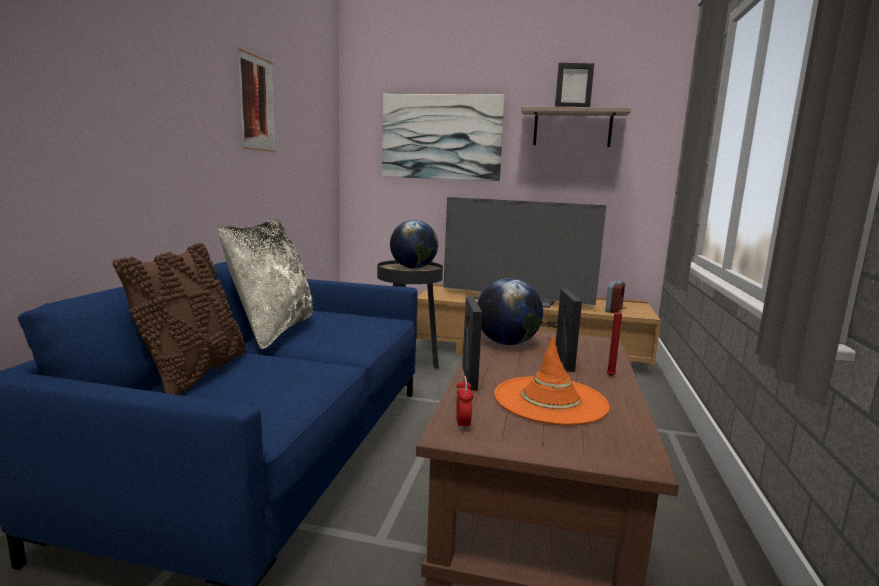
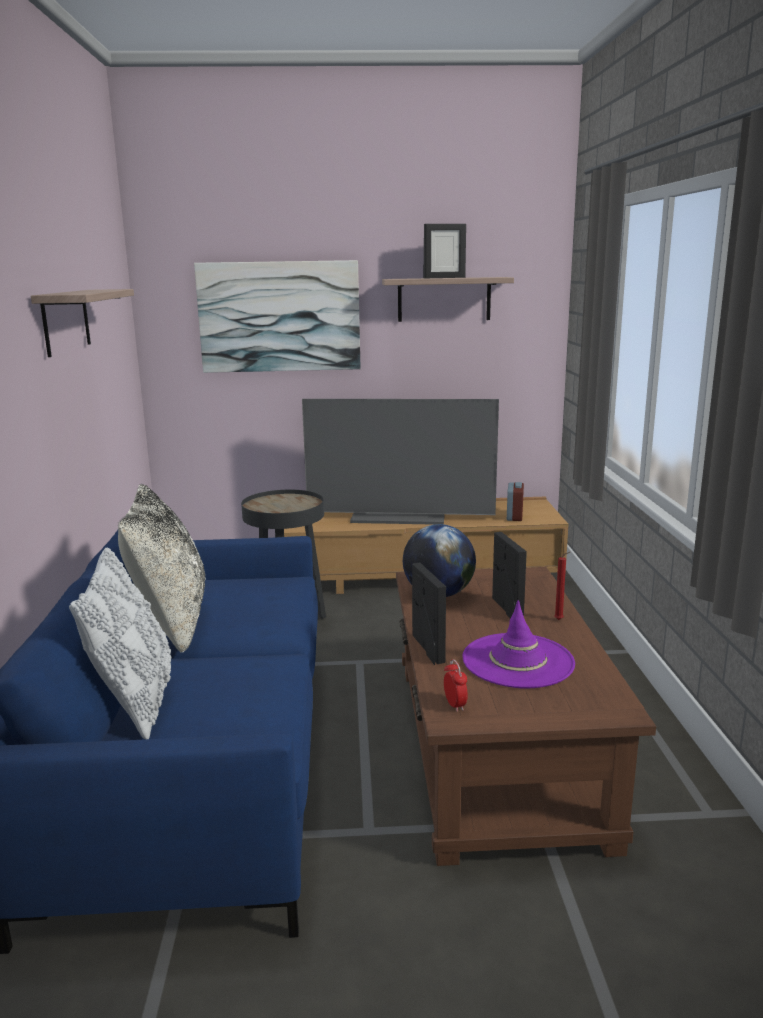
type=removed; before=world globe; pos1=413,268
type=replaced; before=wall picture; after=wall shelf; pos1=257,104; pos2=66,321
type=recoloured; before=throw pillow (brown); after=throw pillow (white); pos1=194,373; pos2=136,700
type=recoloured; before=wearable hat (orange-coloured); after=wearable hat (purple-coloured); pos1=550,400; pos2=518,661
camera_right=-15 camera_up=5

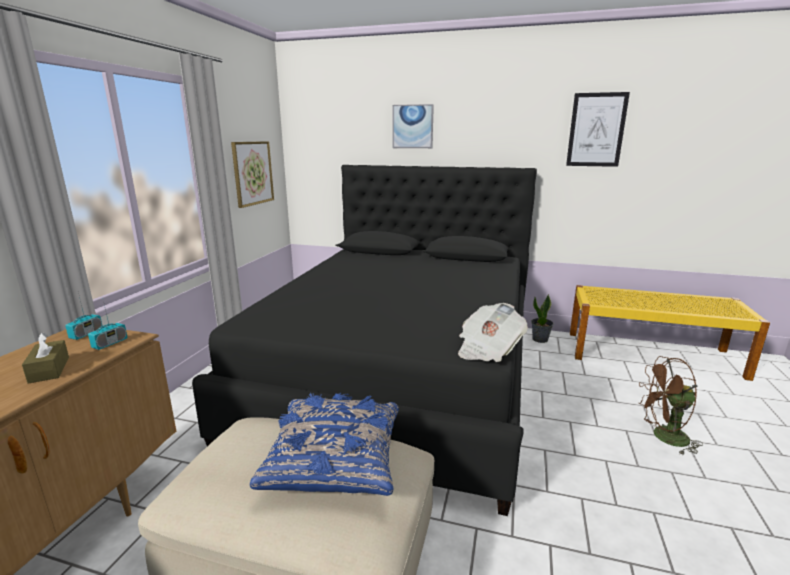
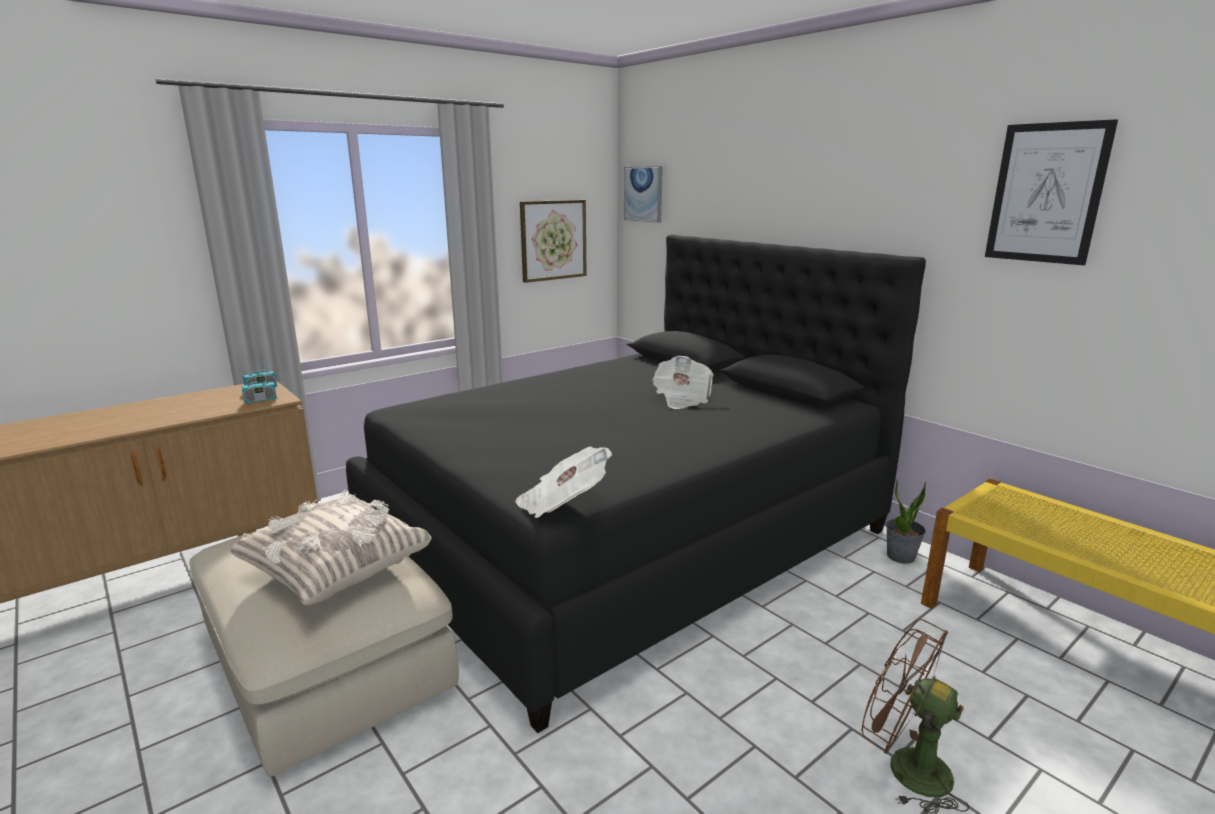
type=removed; before=box of tissues (brown); pos1=49,369
type=added; after=daily paper; pos2=681,399
type=moved; before=wall picture; pos1=412,126; pos2=643,194
type=recoloured; before=throw pillow (blue-coloured); after=throw pillow (beige); pos1=334,464; pos2=337,570
camera_right=35 camera_up=0

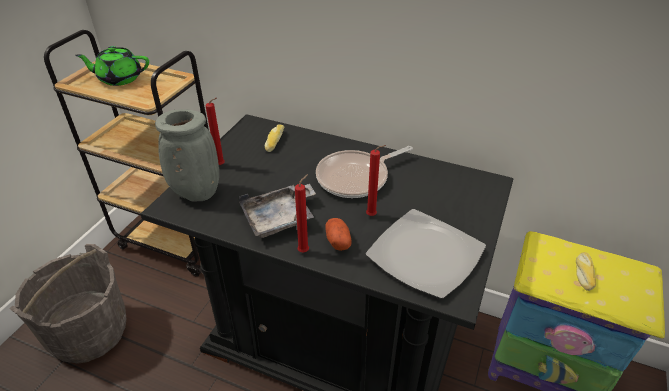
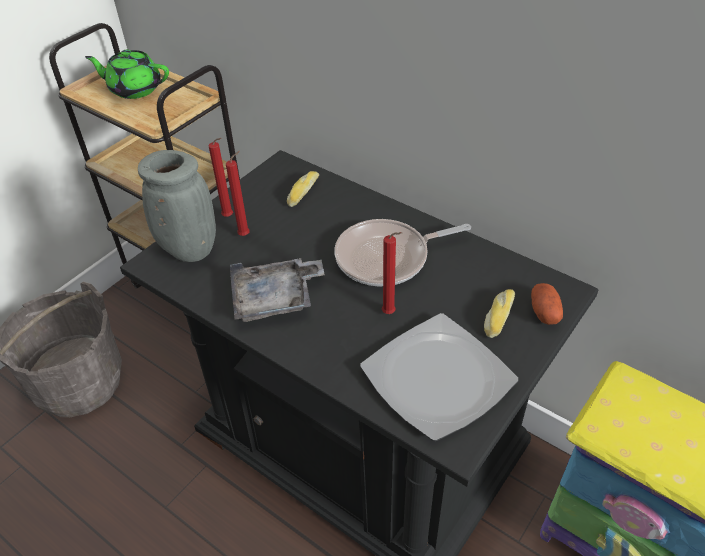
type=moved; before=wax light (reddish); pos1=305,250; pos2=246,235
type=moved; before=potato; pos1=337,241; pos2=544,311
type=moved; before=baked bread; pos1=583,273; pos2=498,316
camera_right=15 camera_up=5

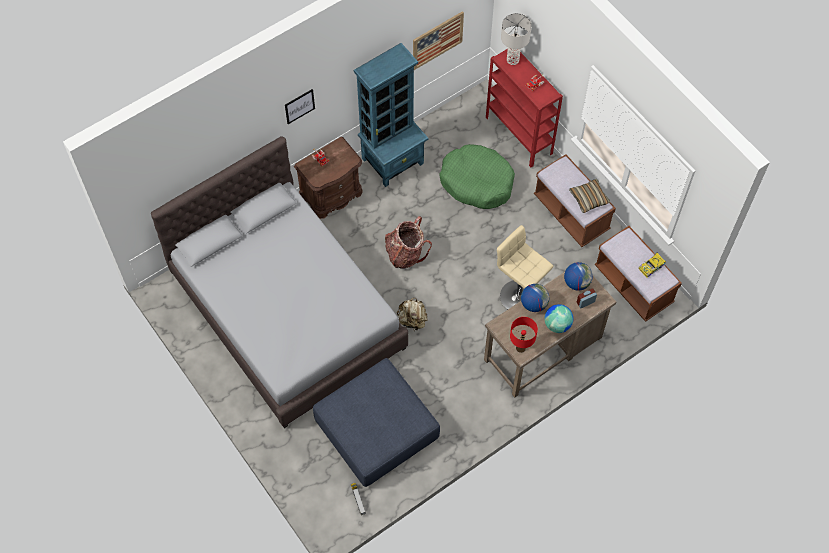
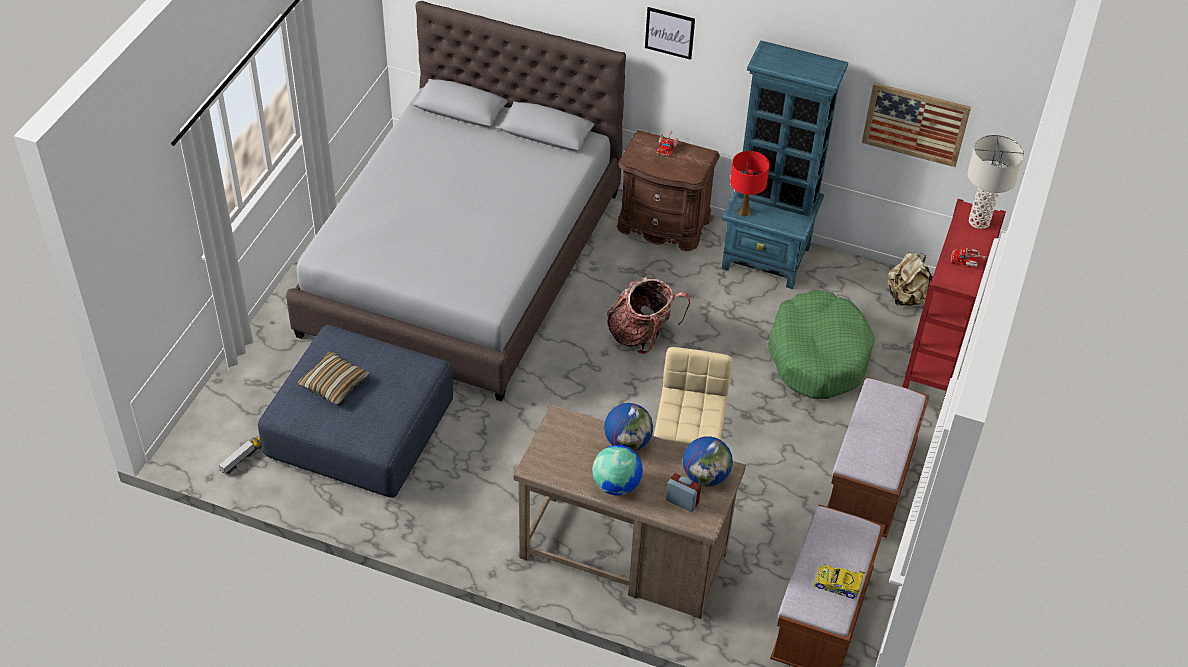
type=moved; before=knapsack (beige); pos1=412,320; pos2=906,297
type=moved; before=tabletop lamp (reddish); pos1=520,348; pos2=744,211
type=moved; before=throw pillow; pos1=589,198; pos2=334,384
camera_right=55 camera_up=-15

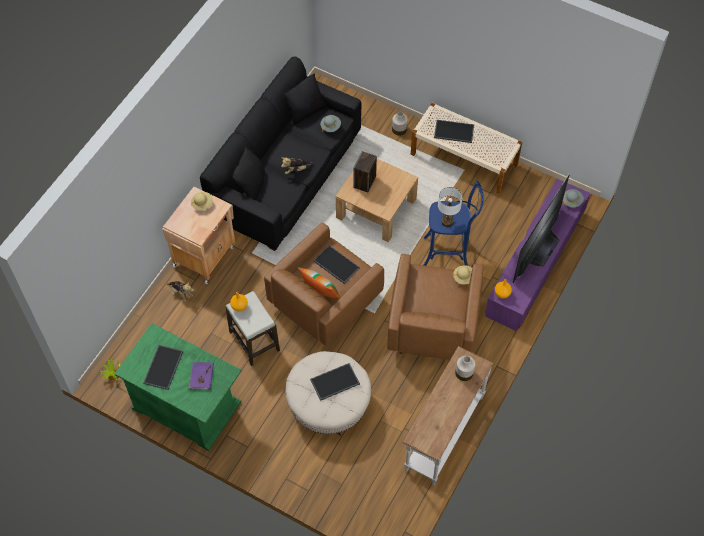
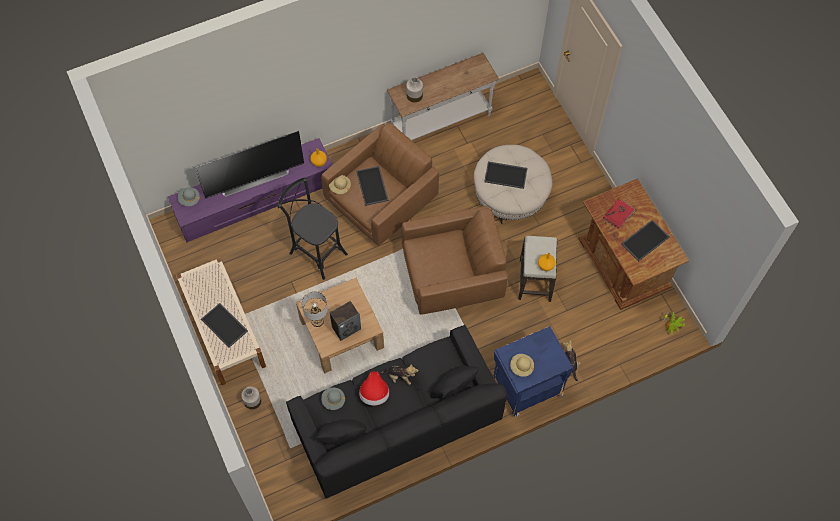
type=removed; before=throw pillow; pos1=320,292
type=added; after=wearable hat; pos2=374,394
type=moved; before=serving tray; pos1=335,264; pos2=373,186
type=moved; before=tabletop lamp; pos1=447,221; pos2=317,321
type=recoloured; before=storage cabinet (green-coloured); after=storage cabinet (brown); pos1=186,404; pos2=623,263
type=recoloured; before=wheeled cart (brown); after=wheeled cart (blue-coloured); pos1=205,255; pos2=526,387
type=recoloured; before=book (purple-coloured); after=book (reddish); pos1=201,376; pos2=618,214
type=recoloured; before=sitting stool (blue-coloured); after=sitting stool (black-coloured); pos1=449,253; pos2=316,251
camera_right=-145 camera_up=5

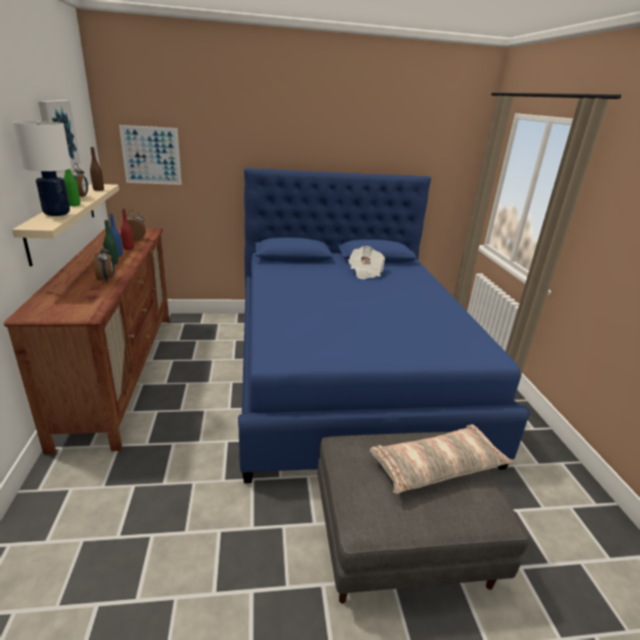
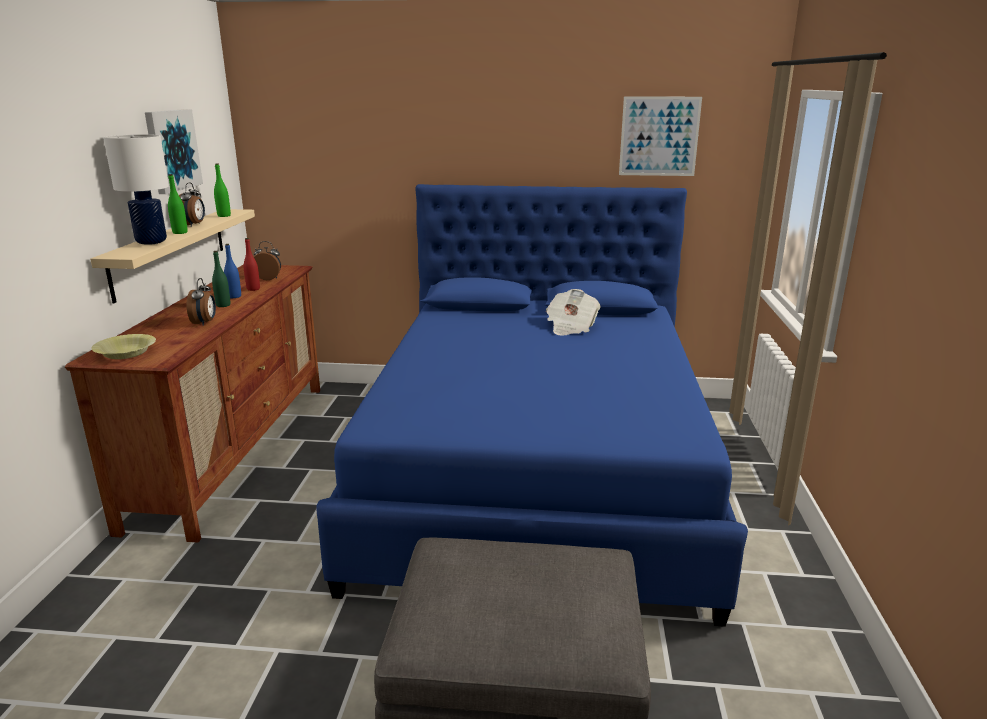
type=removed; before=throw pillow; pos1=437,467
type=added; after=bowl (yellowish); pos2=126,354
type=moved; before=wall picture; pos1=151,155; pos2=659,136
type=recoloured; before=bottle (brown); after=bottle (green-coloured); pos1=98,190; pos2=224,216
camera_right=15 camera_up=-5

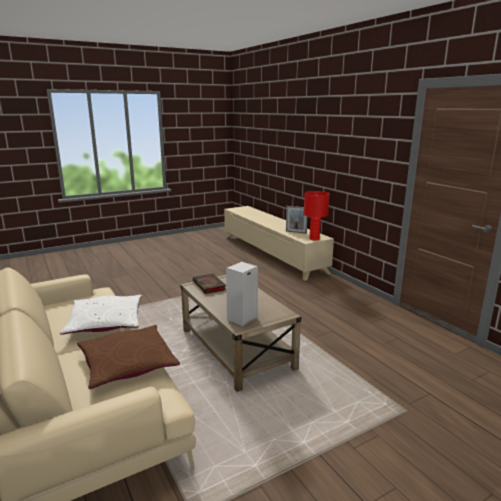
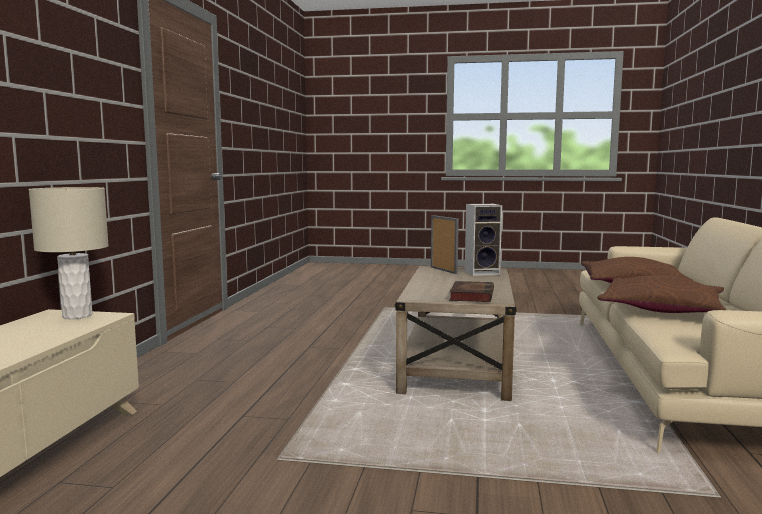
type=moved; before=photo frame; pos1=296,232; pos2=443,270
type=recoloured; before=throw pillow (white); after=throw pillow (brown); pos1=105,322; pos2=661,310
type=recoloured; before=tabletop lamp (reddish); after=tabletop lamp (beige); pos1=314,239; pos2=77,316
camera_right=-140 camera_up=-10

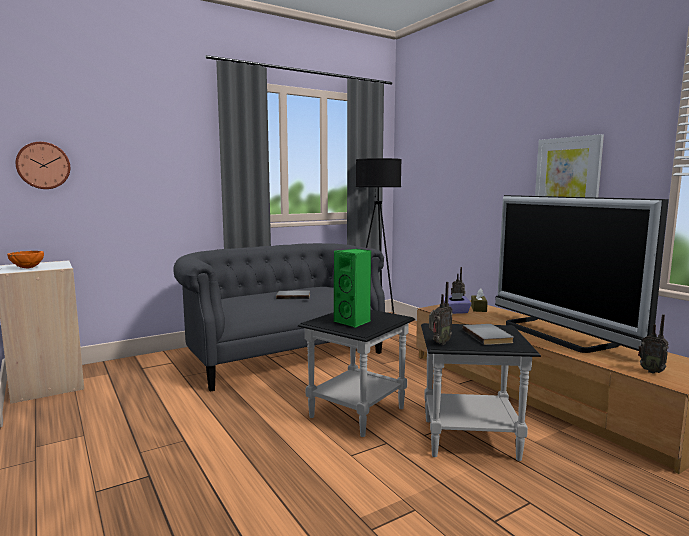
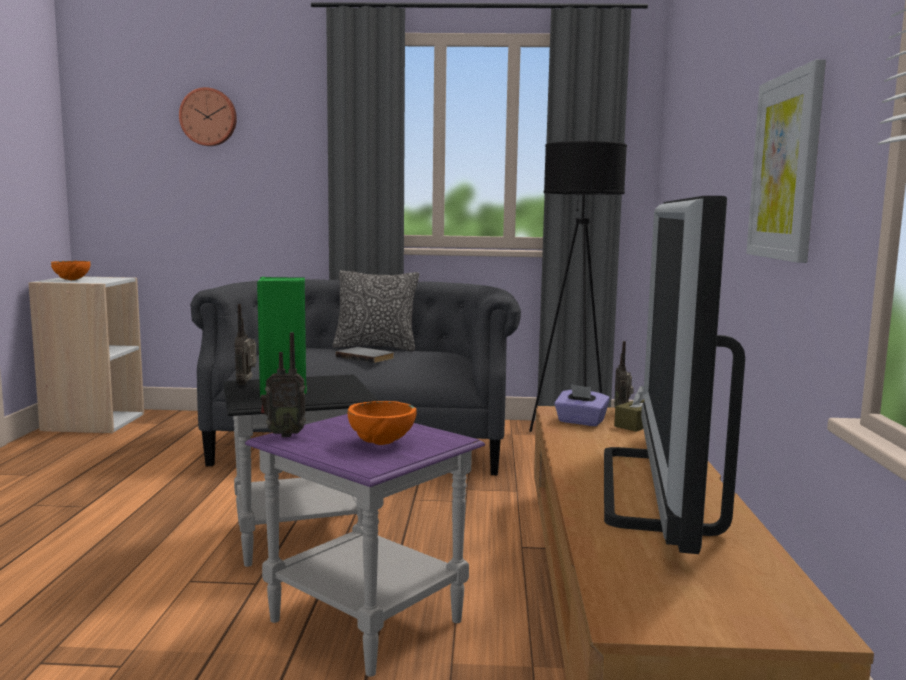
type=added; after=throw pillow; pos2=376,347
type=moved; before=hanging clock; pos1=43,165; pos2=209,117
type=moved; before=radio receiver; pos1=651,371; pos2=247,384
type=replaced; before=book (grey); after=bowl (orange-coloured); pos1=489,336; pos2=382,443
type=recoloured; before=side table (black-coloured); after=side table (purple-coloured); pos1=471,439; pos2=367,621
camera_right=35 camera_up=0

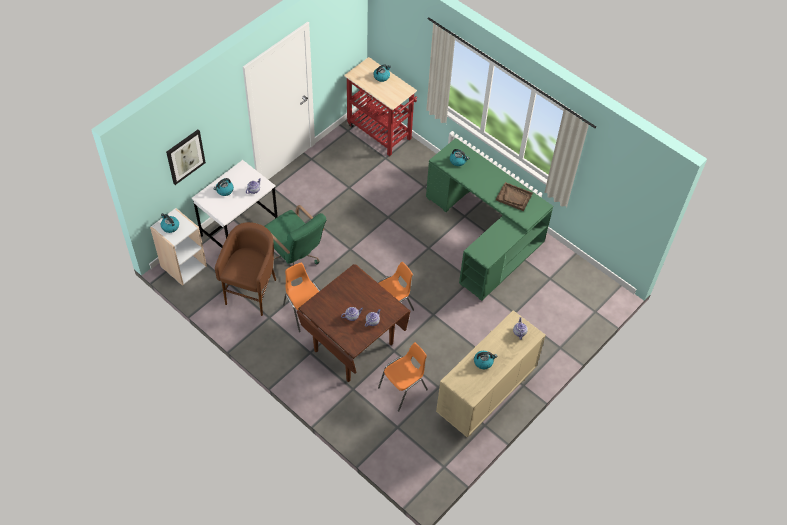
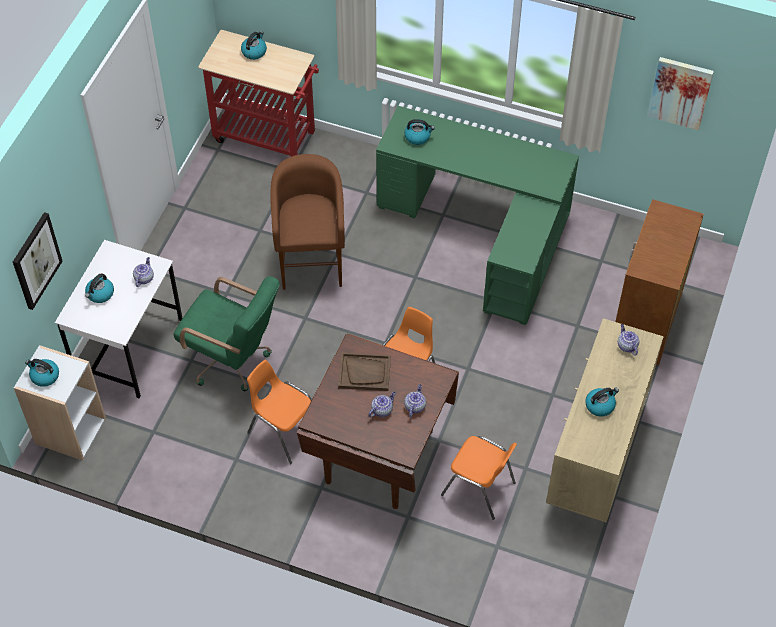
type=added; after=storage cabinet (brown); pos2=646,320
type=added; after=wall picture; pos2=680,92
type=moved; before=sitting stool (brown); pos1=252,292; pos2=311,261
type=moved; before=serving tray (brown); pos1=514,197; pos2=364,372
type=turned; before=plain chair (orange-coloured); pos1=403,389; pos2=479,489; turn=90
camera_right=-20 camera_up=0

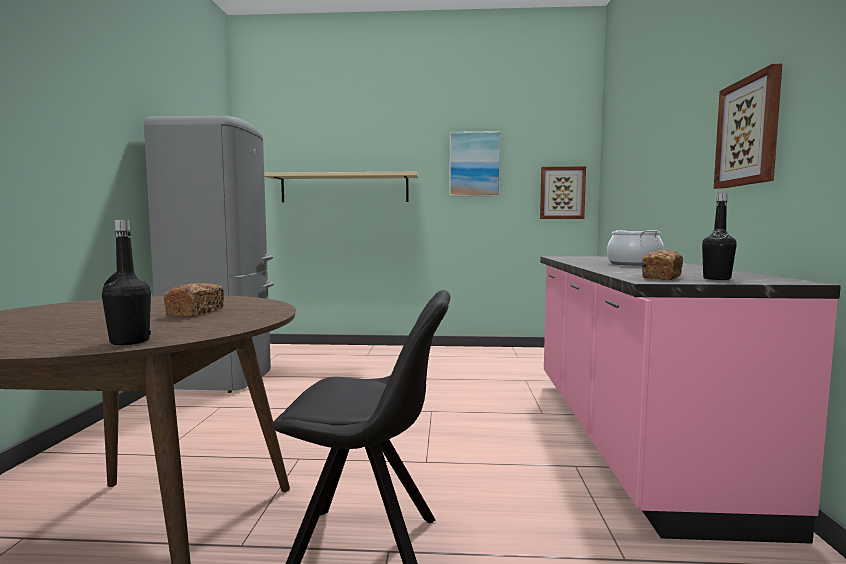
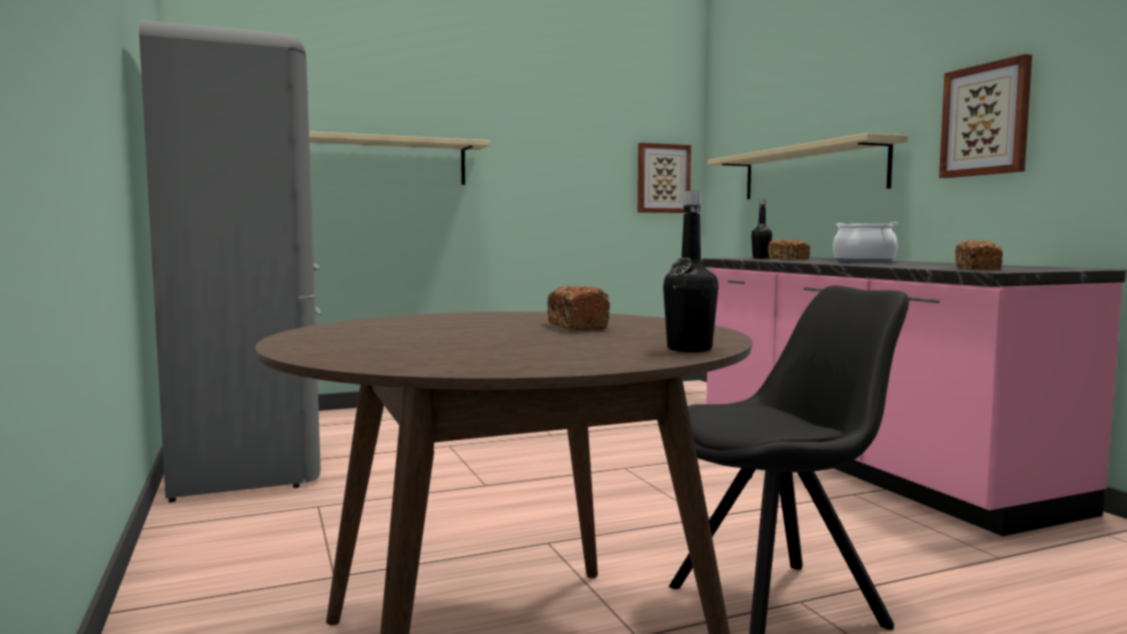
type=removed; before=wall picture; pos1=474,164
type=added; after=wall shelf (beige); pos2=811,172
type=added; after=baked bread; pos2=788,259
type=moved; before=bottle (black-coloured); pos1=716,279; pos2=761,258
camera_right=-25 camera_up=0

